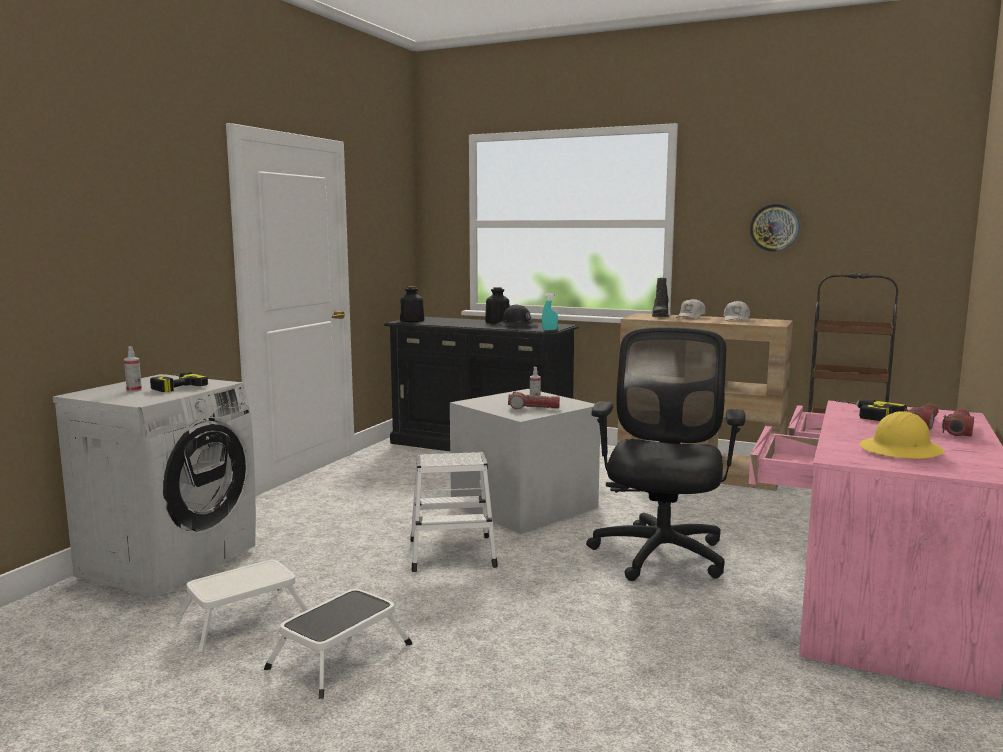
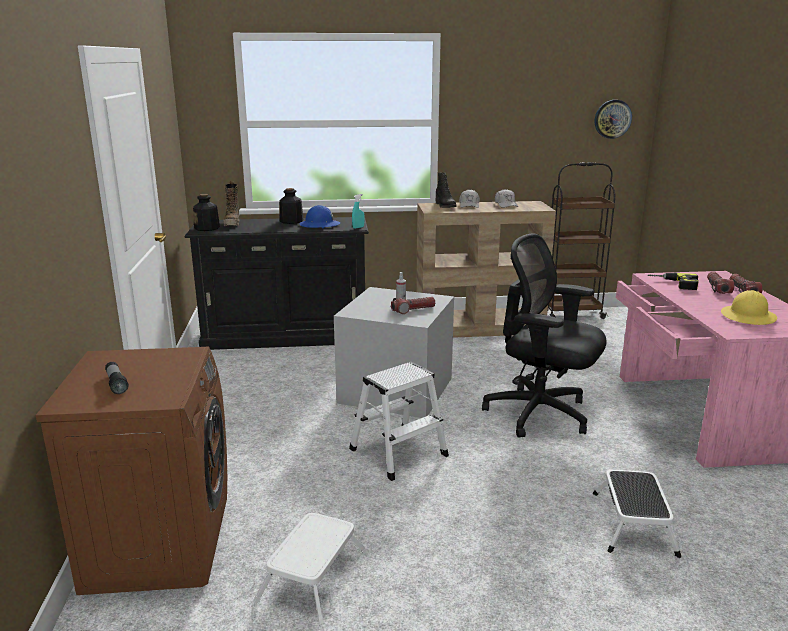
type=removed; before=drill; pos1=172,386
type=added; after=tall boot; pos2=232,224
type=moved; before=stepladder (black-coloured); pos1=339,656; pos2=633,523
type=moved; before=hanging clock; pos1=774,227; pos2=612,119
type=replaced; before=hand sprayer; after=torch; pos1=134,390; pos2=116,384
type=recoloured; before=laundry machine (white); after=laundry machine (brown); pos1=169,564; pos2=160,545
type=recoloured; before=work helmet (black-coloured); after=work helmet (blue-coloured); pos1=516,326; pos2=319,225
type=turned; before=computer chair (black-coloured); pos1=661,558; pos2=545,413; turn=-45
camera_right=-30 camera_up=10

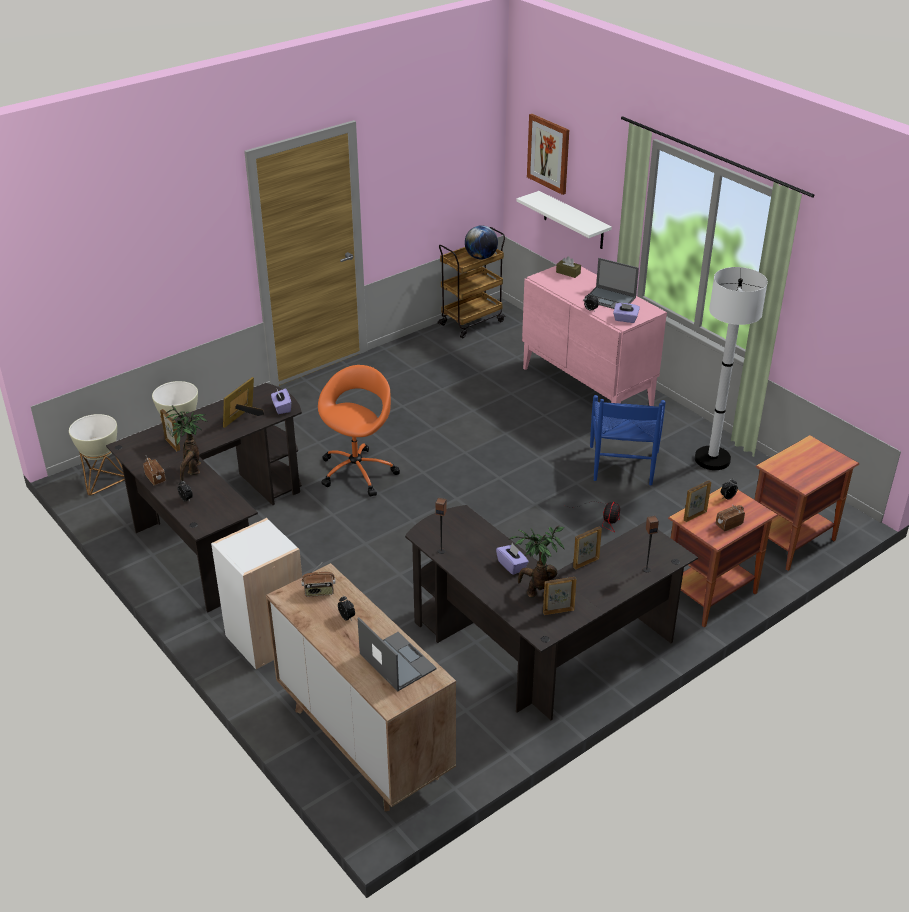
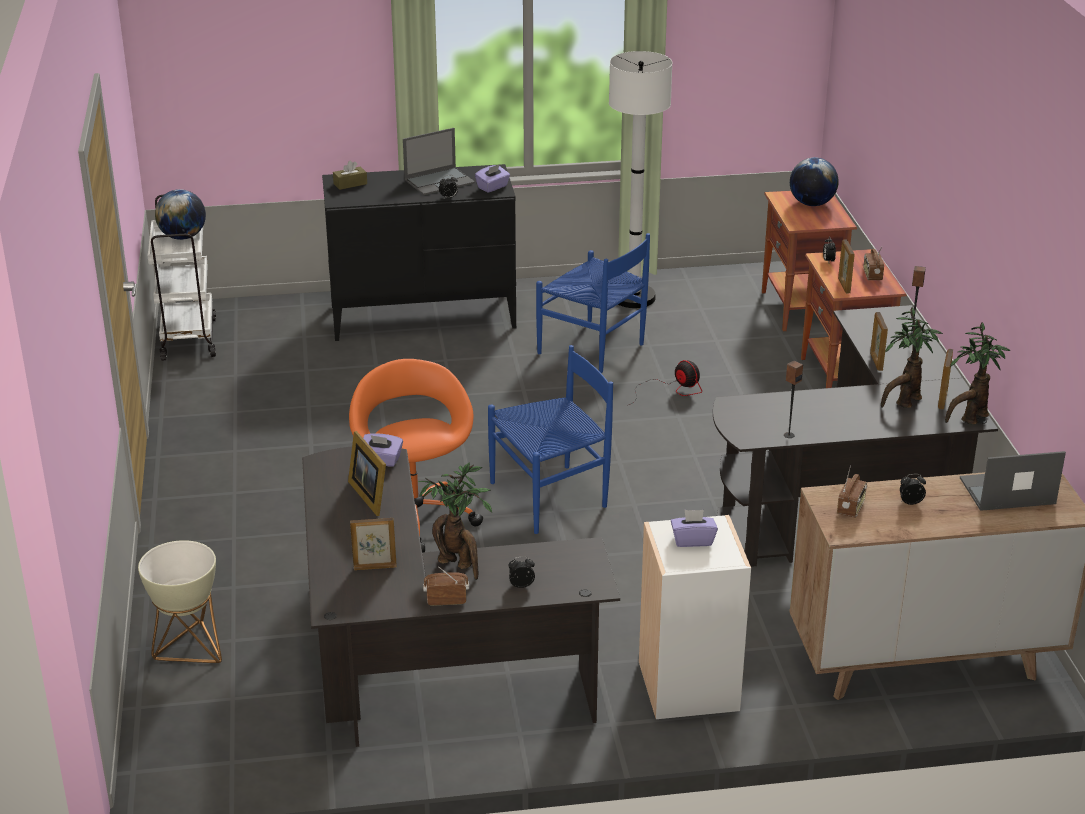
type=removed; before=flower pot; pos1=104,481
type=removed; before=wall shelf (white); pos1=573,220
type=removed; before=wall picture; pos1=548,153
type=added; after=plain chair (blue-coloured); pos2=551,497
type=added; after=world globe; pos2=812,204
type=added; after=plant in a pot; pos2=970,419
type=moved; before=box of tissues (purple-coloured); pos1=512,565; pos2=692,540
type=recoloured; before=wheeled cart (brown); after=wheeled cart (white); pos1=472,323; pos2=189,339
type=recoloured; before=storage cabinet (pink-coloured); after=storage cabinet (black-coloured); pos1=586,387; pos2=423,317
camera_right=-60 camera_up=-5

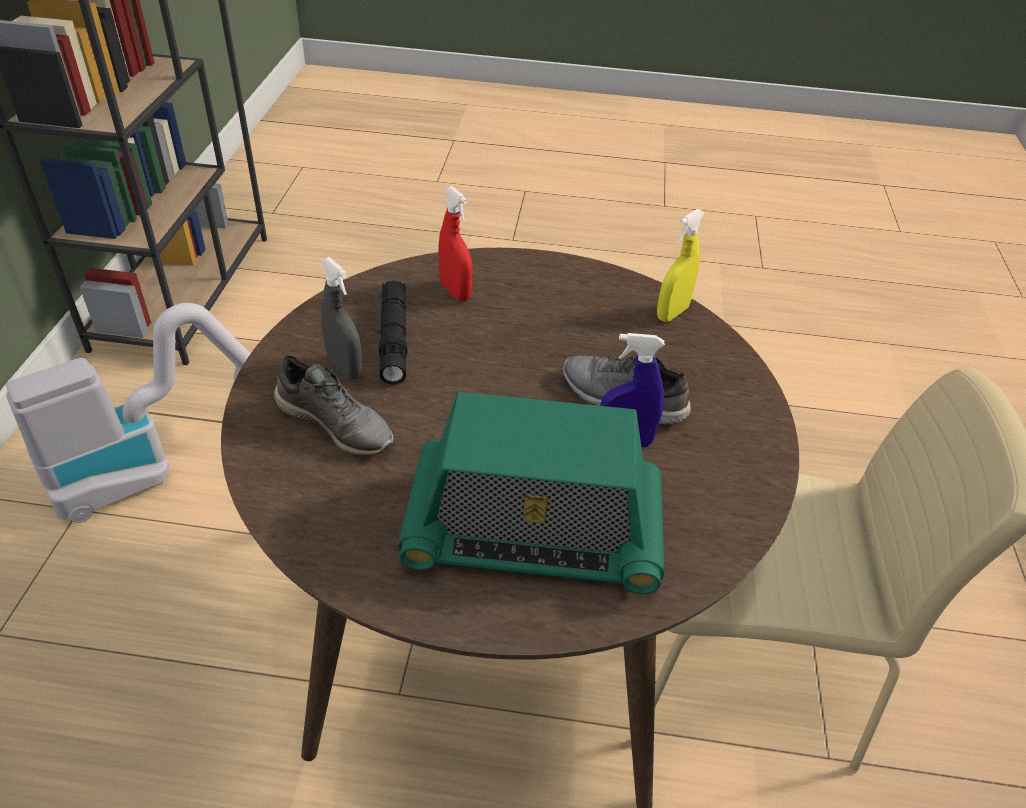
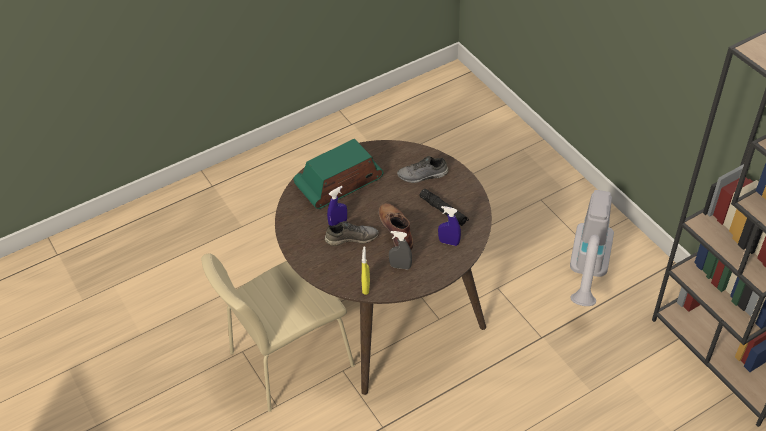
type=added; after=tall boot (brown); pos2=396,229
type=moved; before=hand sprayer (grey); pos1=345,368; pos2=400,266
type=recoloured; before=hand sprayer (reddish); after=hand sprayer (blue-coloured); pos1=455,292; pos2=449,242
camera_right=145 camera_up=5

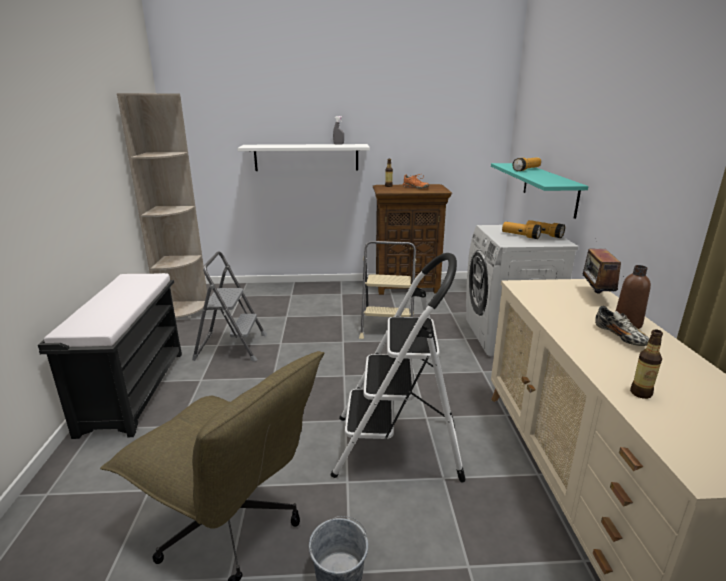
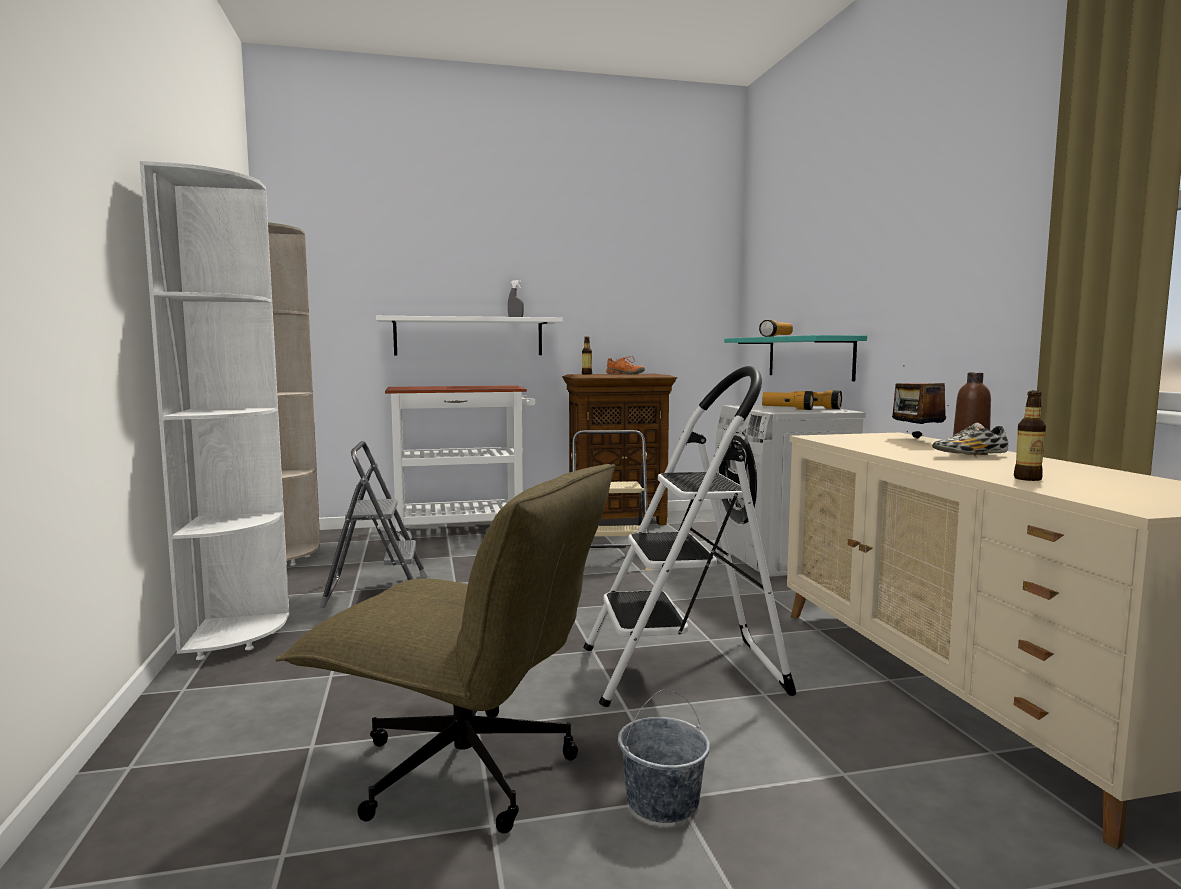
type=added; after=wheeled cart (white); pos2=462,531
type=replaced; before=indoor bench (black-coloured); after=bookshelf (white); pos1=134,390; pos2=235,644
type=turned; before=low shoe; pos1=620,337; pos2=970,456; turn=105
camera_right=-10 camera_up=-15

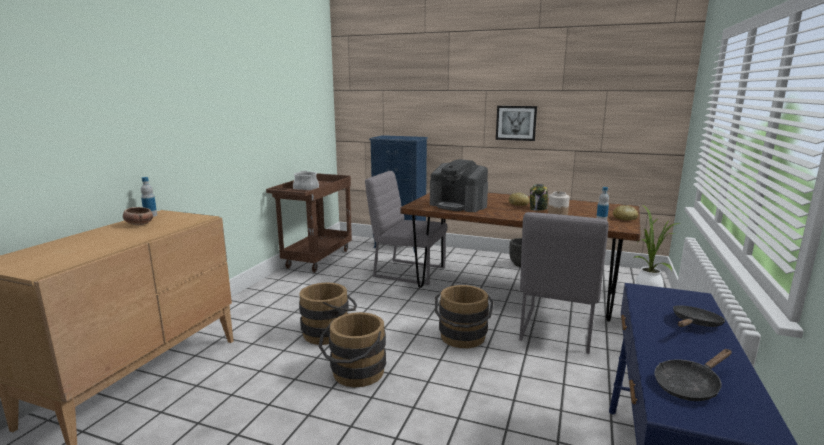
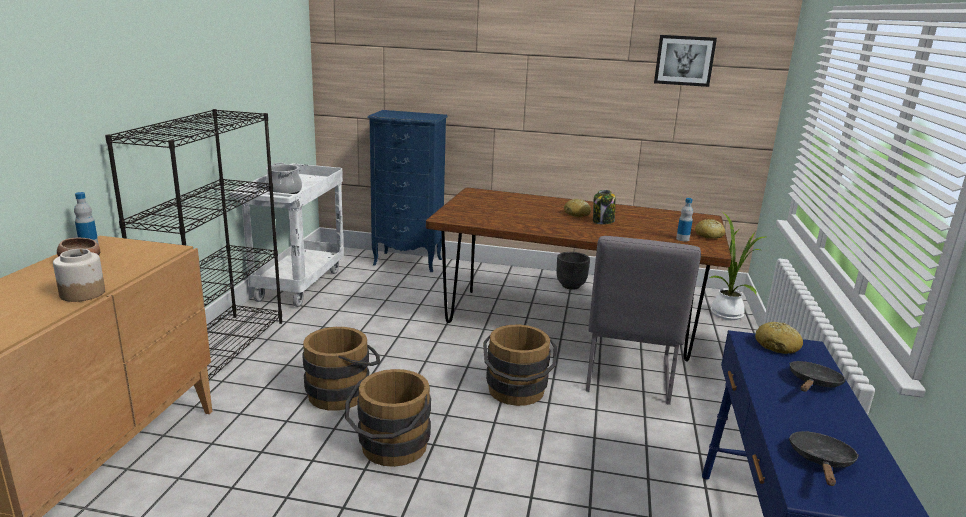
type=removed; before=plain chair (grey); pos1=407,271
type=removed; before=coffee machine; pos1=458,205
type=added; after=bookshelf (black-coloured); pos2=220,350
type=added; after=baked bread; pos2=777,346
type=moved; before=wall picture; pos1=516,123; pos2=684,60
type=moved; before=jar; pos1=557,213; pos2=83,293
type=recoloured; before=wheeled cart (brown); after=wheeled cart (white); pos1=316,261; pos2=297,288
type=turned; before=skillet (black-coloured); pos1=689,385; pos2=821,461; turn=150
camera_right=-10 camera_up=5

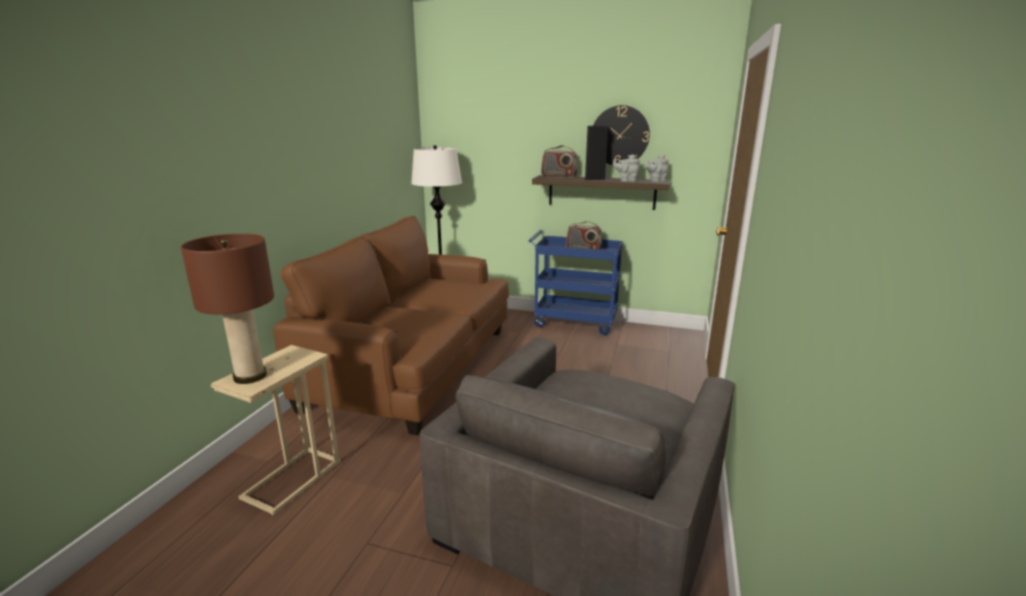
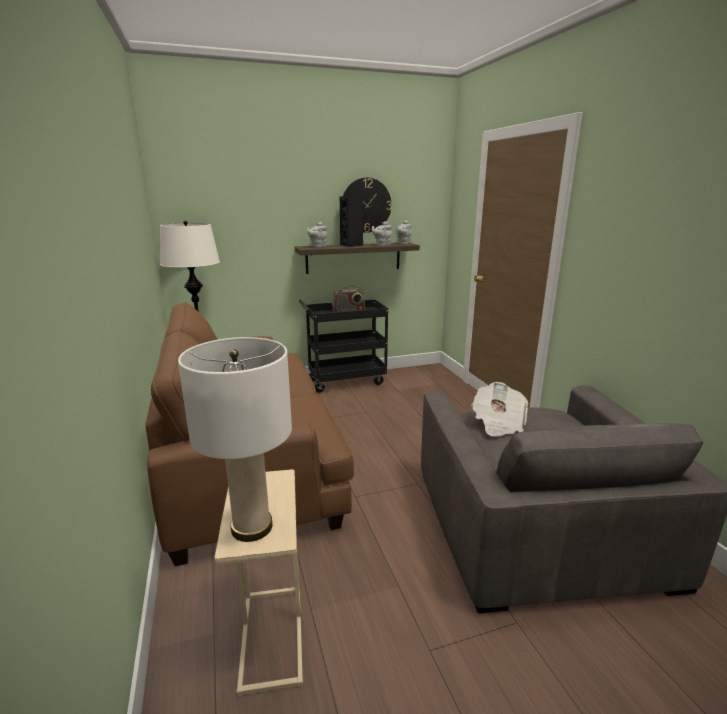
type=added; after=daily paper; pos2=498,423
type=replaced; before=radio receiver; after=teapot (grey); pos1=558,177; pos2=317,246
type=recoloured; before=tabletop lamp (brown); after=tabletop lamp (white); pos1=250,376; pos2=251,527
type=recoloured; before=wheeled cart (blue-coloured); after=wheeled cart (black-coloured); pos1=572,324; pos2=344,383
camera_right=-35 camera_up=0

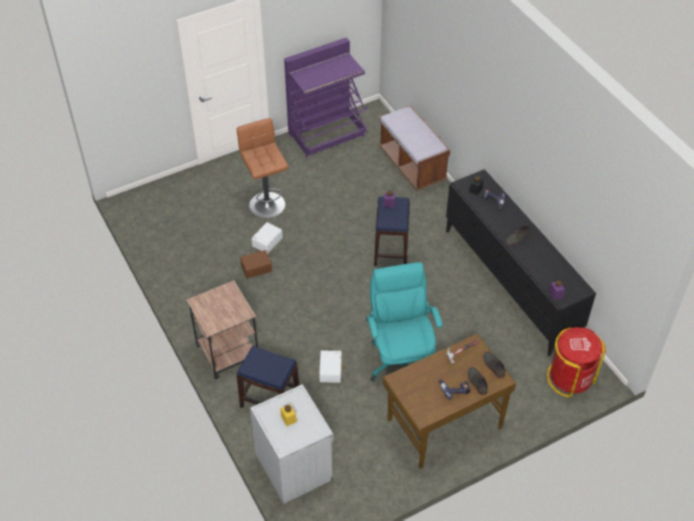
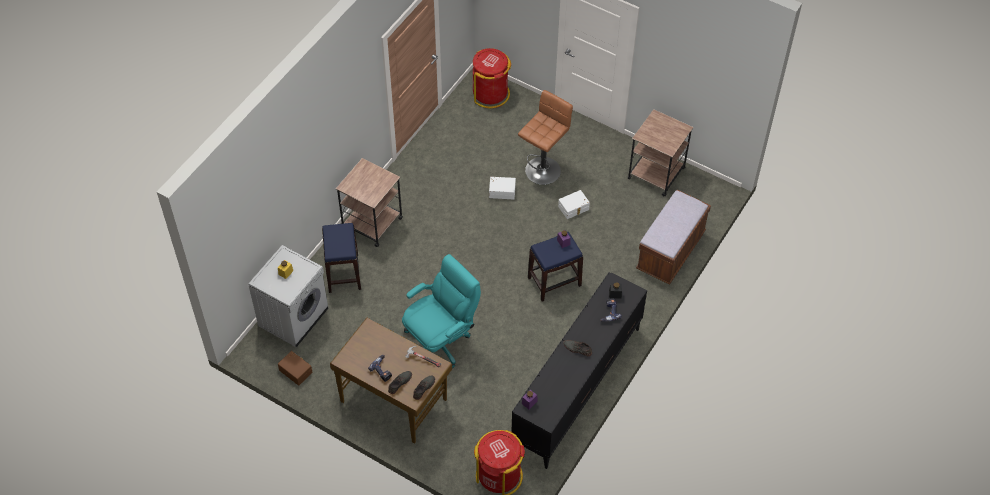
type=added; after=trash can (reddish); pos2=490,94
type=moved; before=storage container (brown); pos1=256,267; pos2=296,370
type=moved; before=storage container (white); pos1=331,370; pos2=574,208
type=replaced; before=shoe stand (purple-coloured); after=wheeled cart (brown); pos1=328,137; pos2=657,174
camera_right=60 camera_up=5

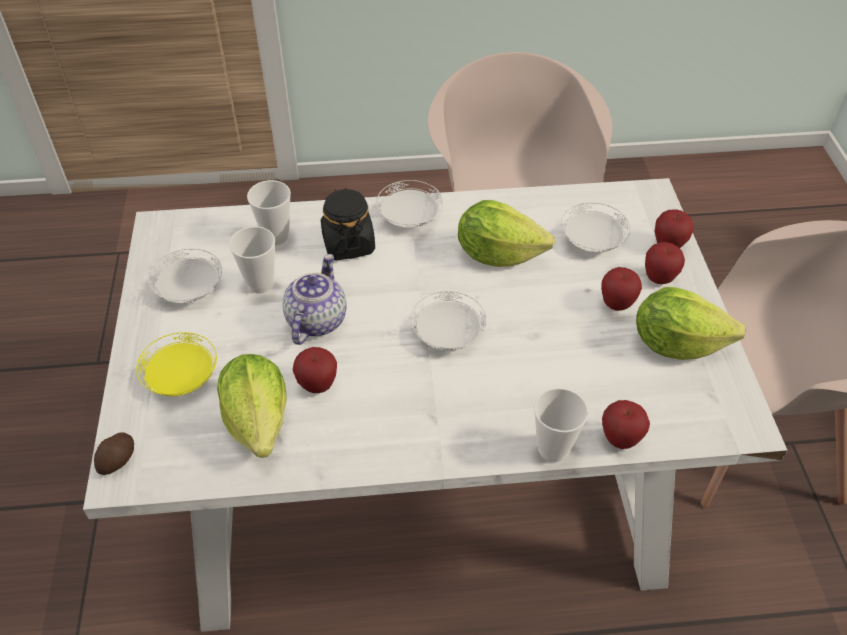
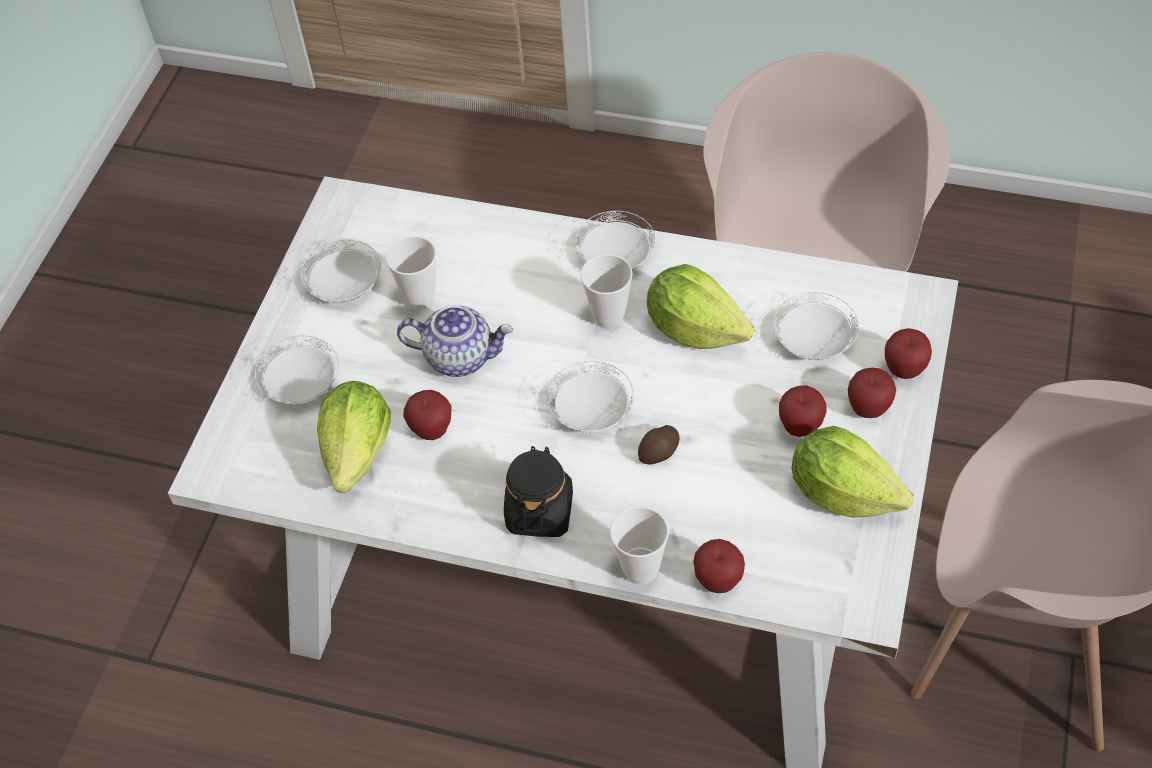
type=moved; before=potato; pos1=118,460; pos2=660,452
type=moved; before=cup; pos1=276,236; pos2=609,317
type=moved; before=jar (black-coloured); pos1=348,244; pos2=540,511
type=recoloured; before=flat dish (yellowish); after=flat dish (white); pos1=182,378; pos2=302,385
type=turned; before=teapot; pos1=316,320; pos2=460,356; turn=60
camera_right=25 camera_up=5

